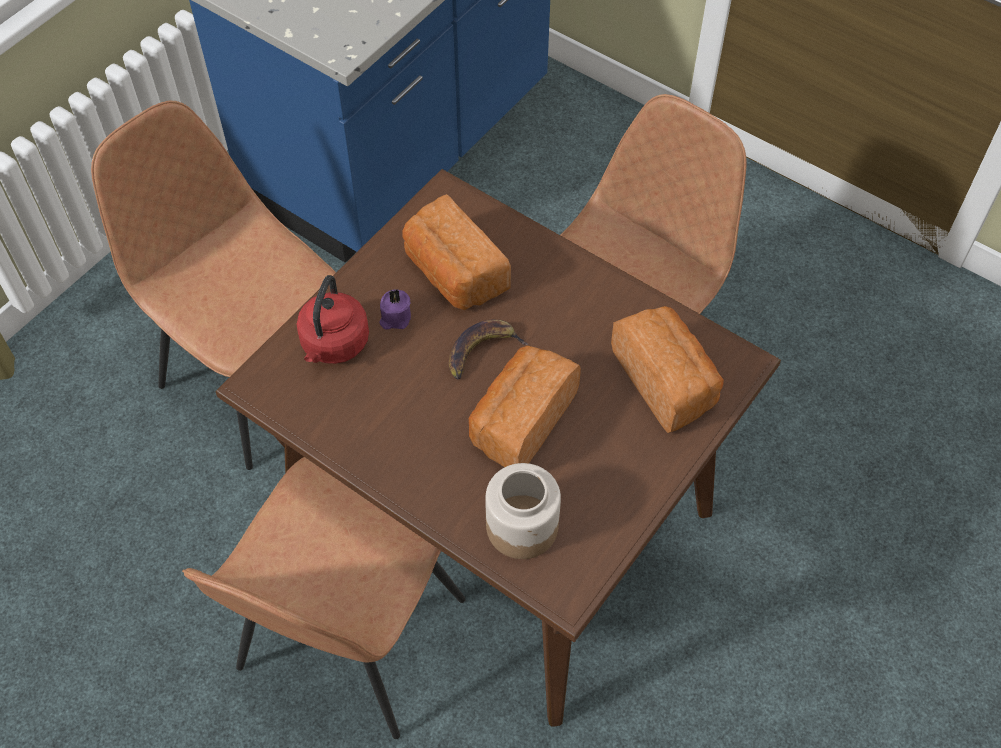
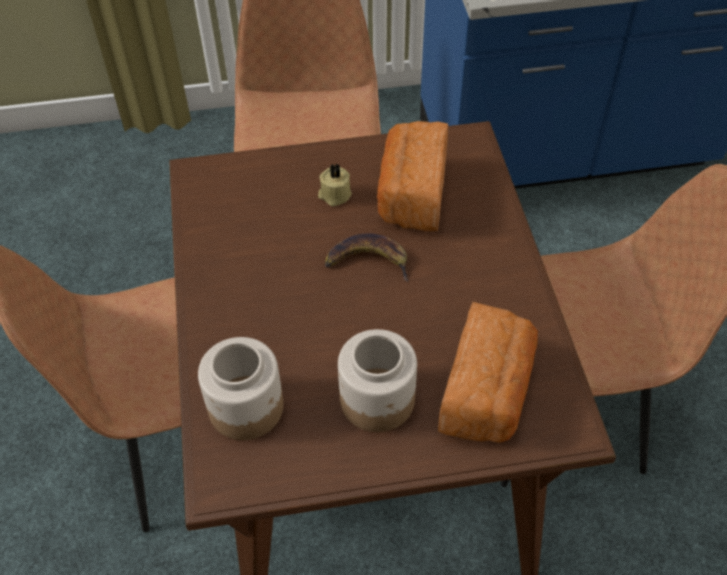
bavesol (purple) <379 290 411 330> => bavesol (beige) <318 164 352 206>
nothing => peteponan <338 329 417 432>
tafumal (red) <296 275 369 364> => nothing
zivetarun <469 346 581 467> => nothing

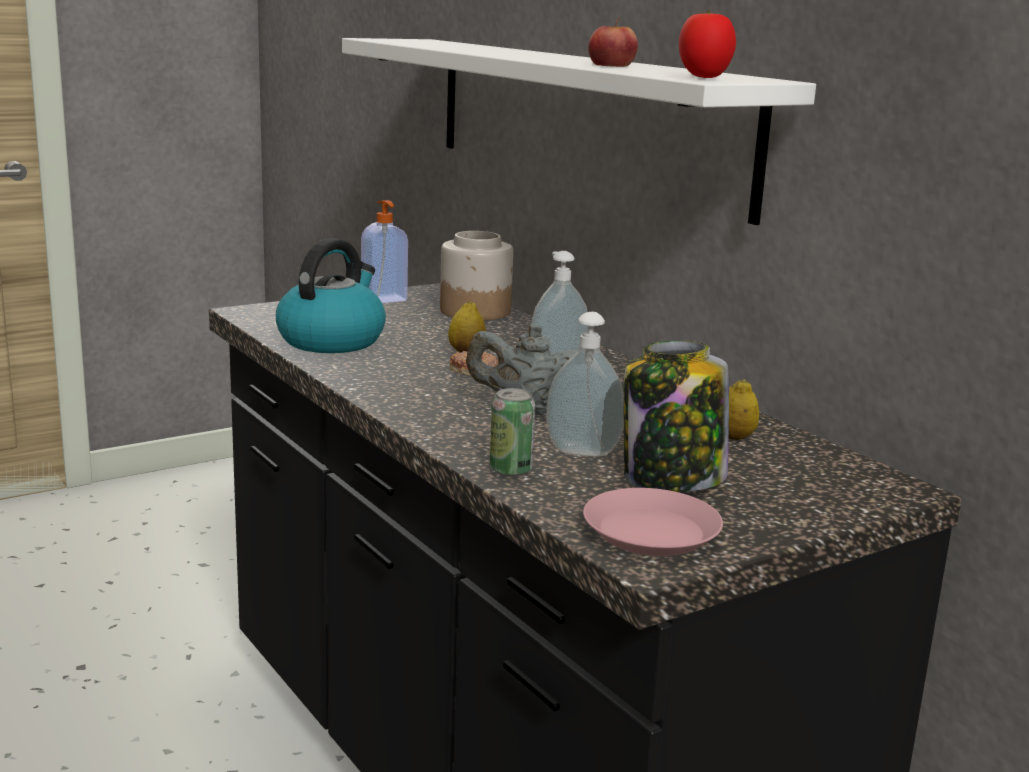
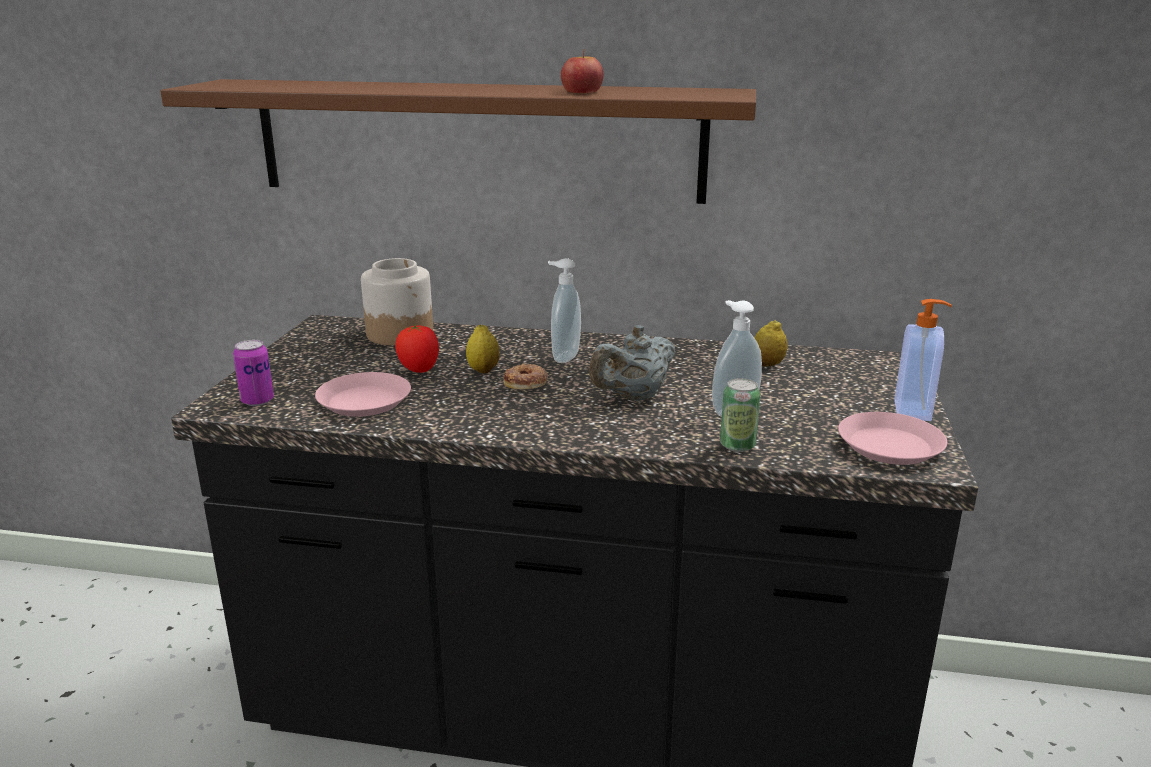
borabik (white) <342 38 816 225> => borabik (brown) <160 79 756 204>
nothing => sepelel <233 340 274 406>
tafumal <276 238 386 353> => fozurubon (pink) <315 372 411 417>
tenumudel <679 10 736 78> => tenumudel <395 324 439 373>, moved
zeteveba <361 200 408 303> => zeteveba <894 299 952 421>, moved
peteponan <624 341 729 492> => nothing

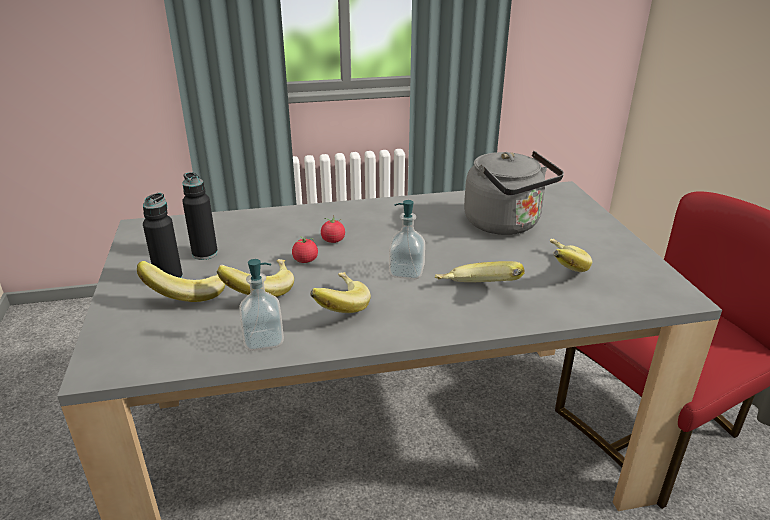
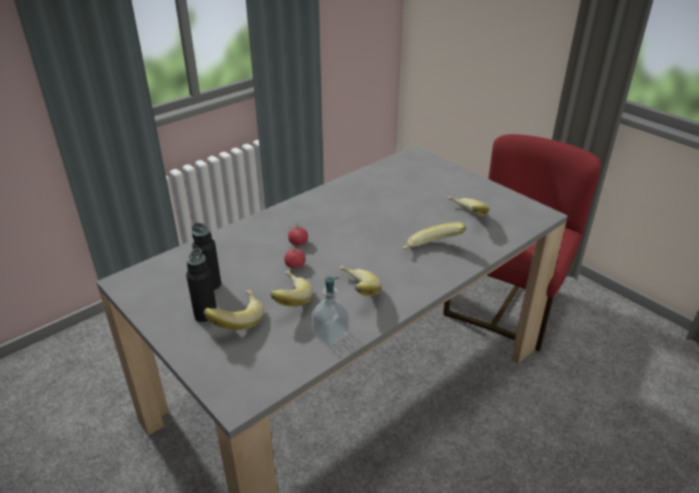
zeteveba <389 200 425 279> => nothing
tafumal (grey) <464 151 564 235> => nothing

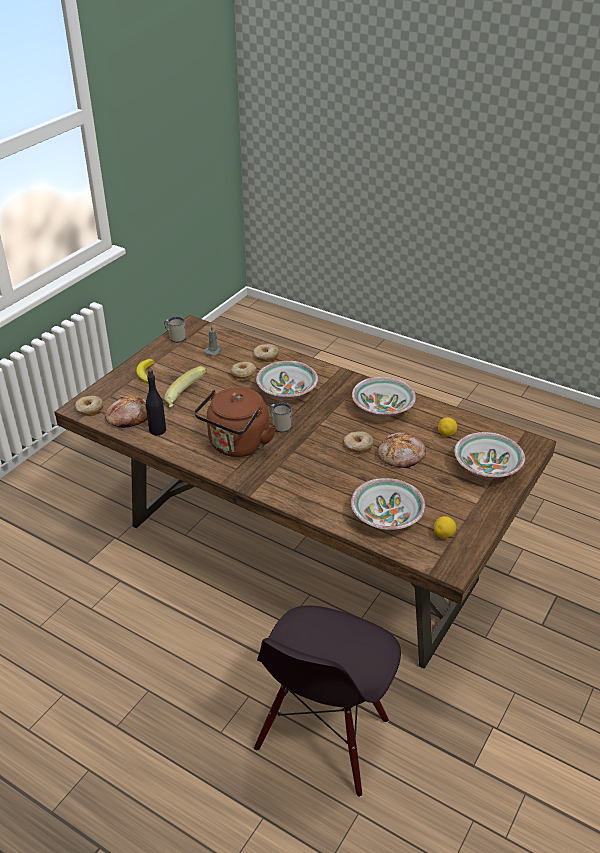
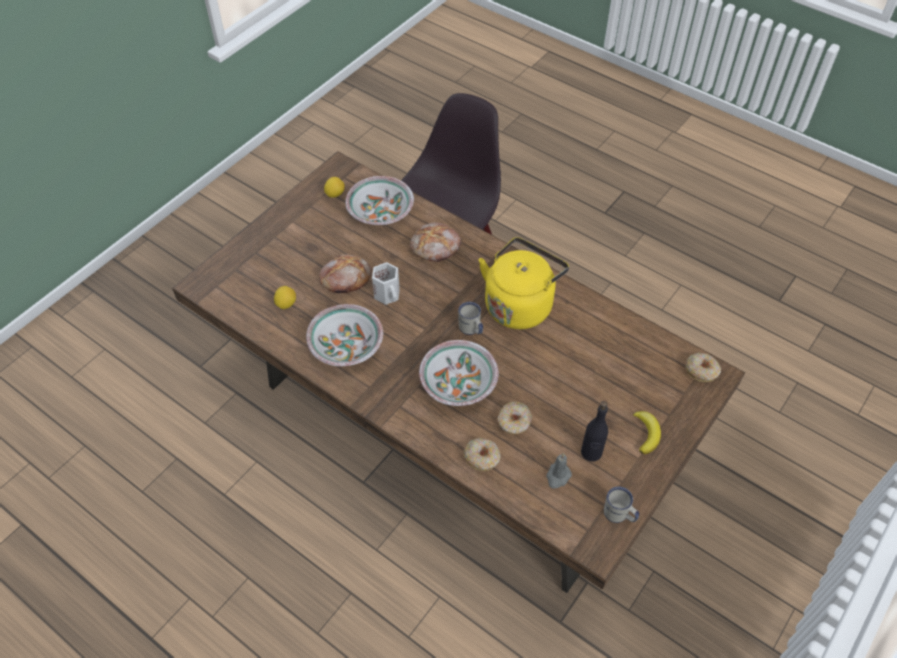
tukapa <344 431 374 454> => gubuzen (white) <372 262 400 305>
zivetarun <105 395 148 428> => zivetarun <410 222 461 262>, moved
tafumal (brown) <194 387 276 457> => tafumal (yellow) <479 237 569 329>
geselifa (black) <146 369 166 435> => geselifa (black) <581 401 608 462>, moved
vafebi <164 366 207 408> => nothing
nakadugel <454 432 525 479> => nothing

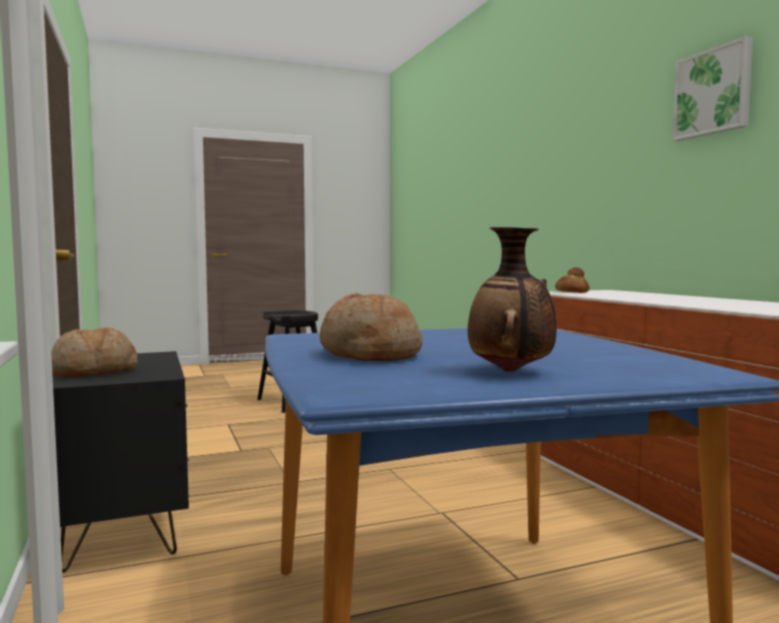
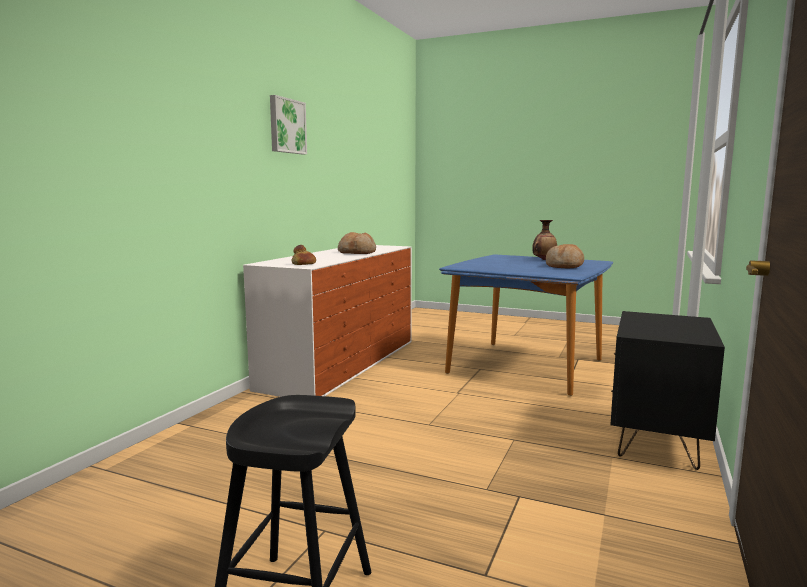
zivetarun <51 327 138 378> => zivetarun <338 232 376 254>, moved

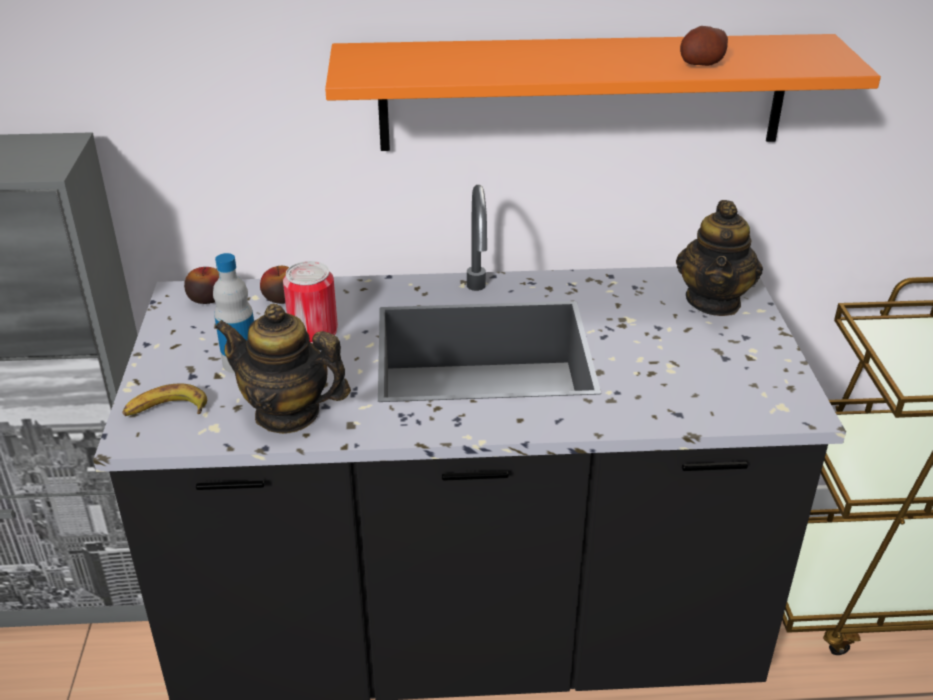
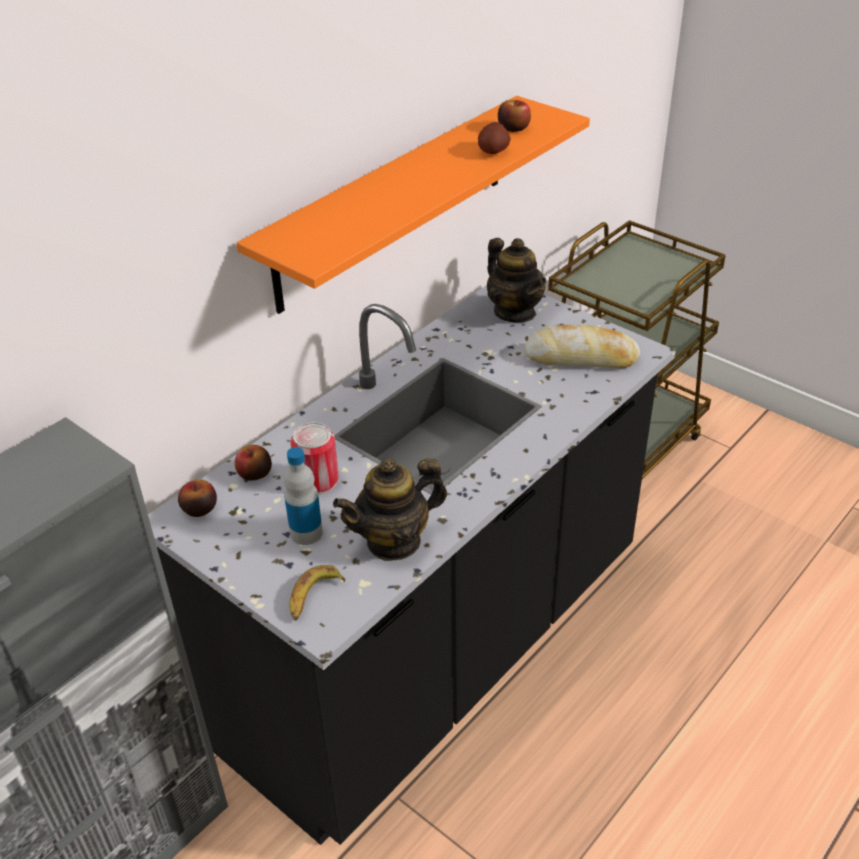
nothing => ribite <498 100 531 132>
nothing => zivetarun <525 325 640 368>

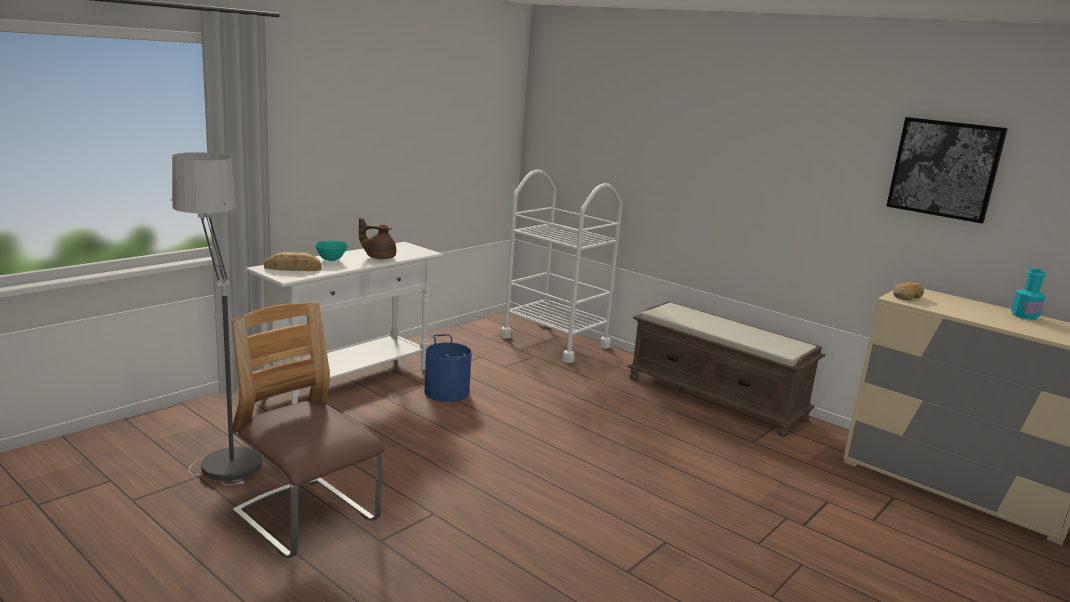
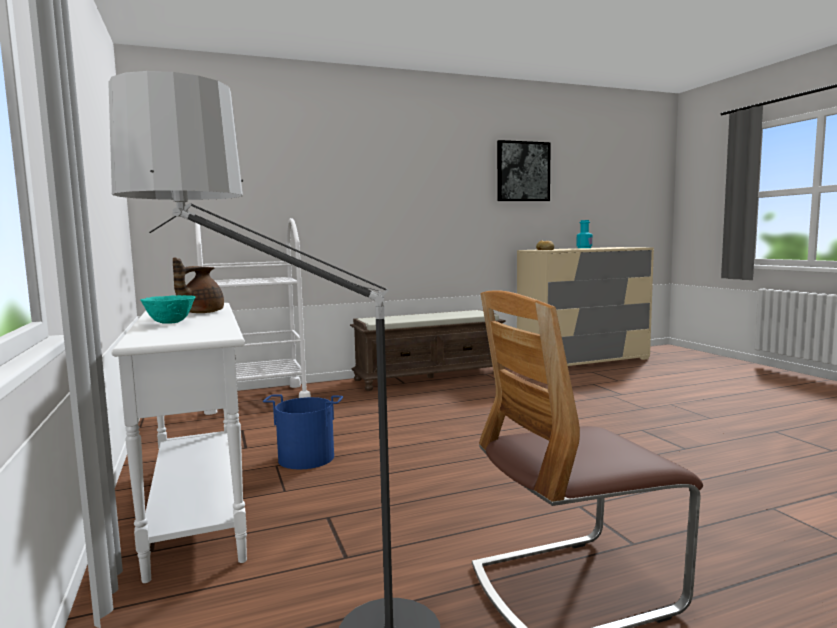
zivetarun <264 252 322 271> => nothing

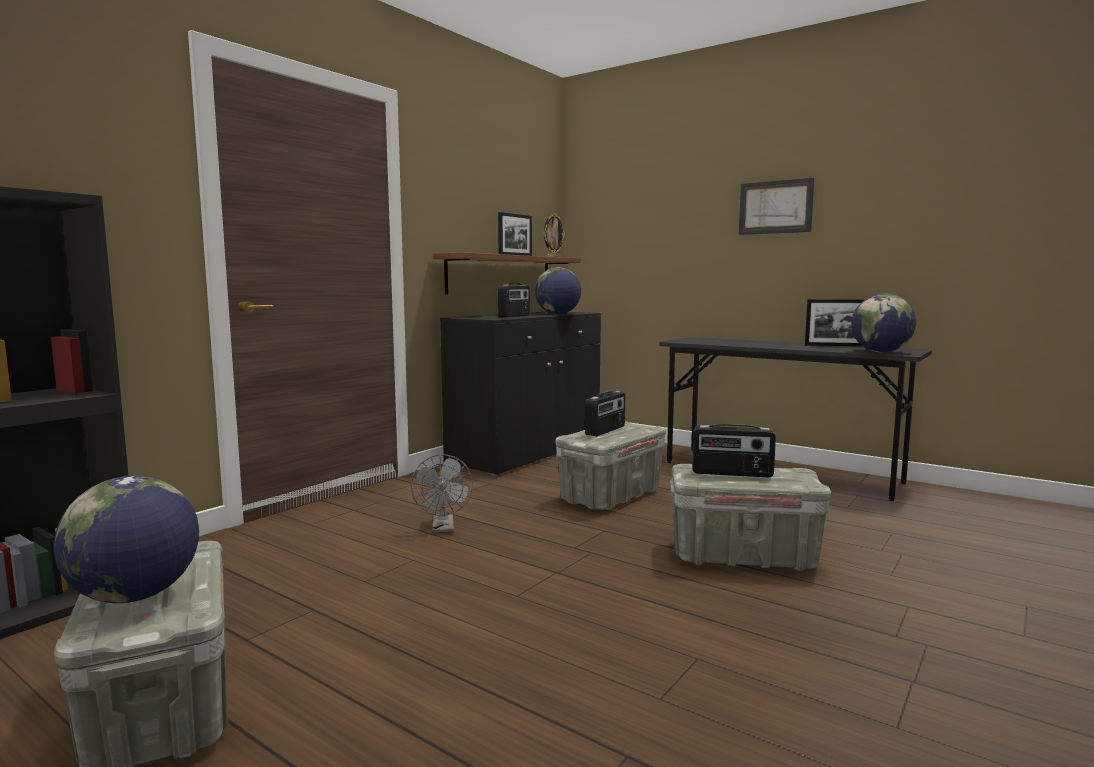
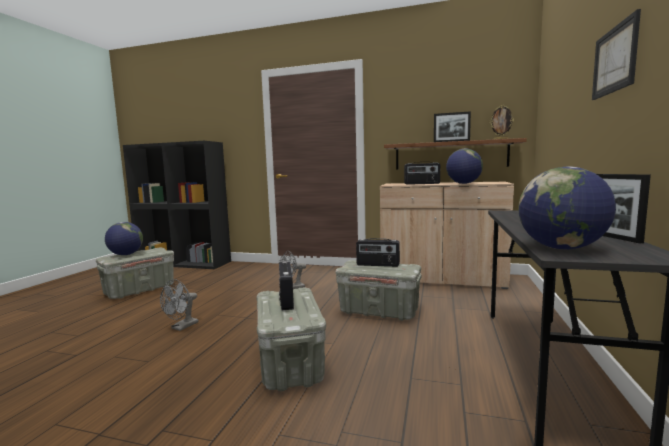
nothing => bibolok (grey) <160 279 198 331>
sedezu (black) <440 311 601 477> => sedezu (beige) <380 182 514 289>

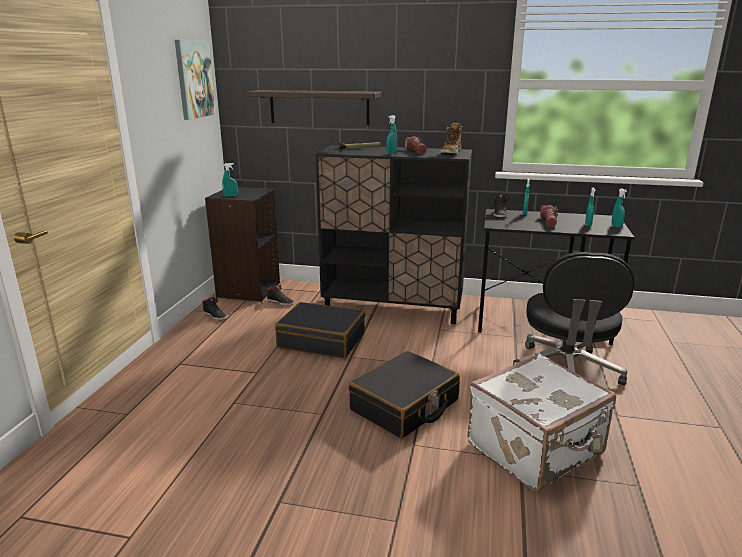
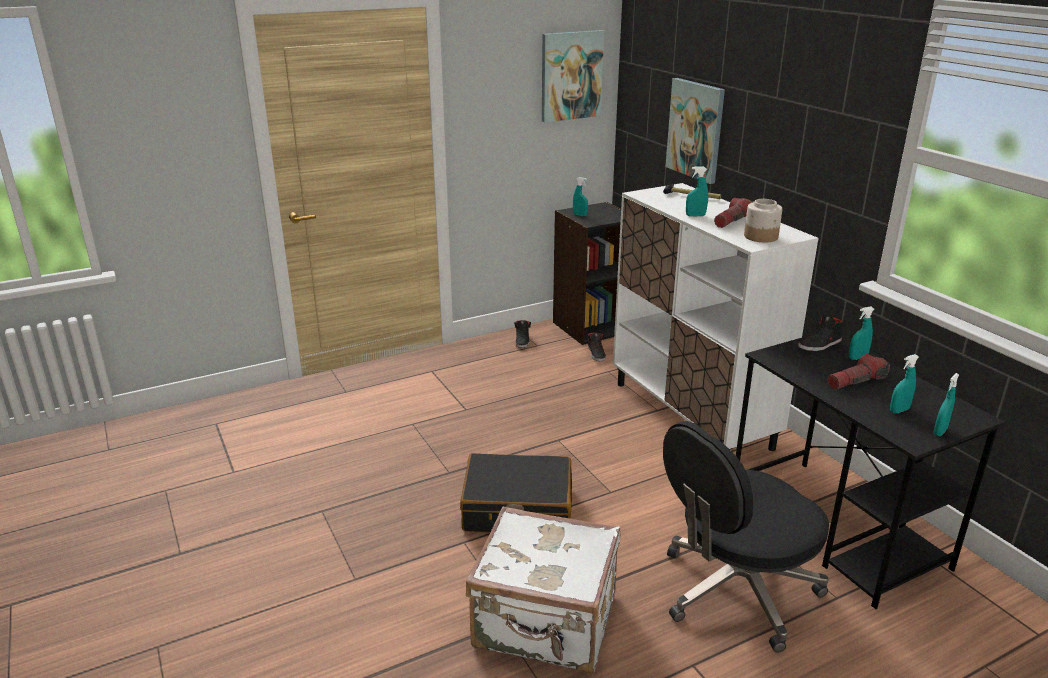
sedezu (black) <315 145 472 324> => sedezu (white) <613 183 819 451>
borabik <246 90 382 126> => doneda <666 78 725 184>
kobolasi <440 123 462 155> => peteponan <744 199 782 242>
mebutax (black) <275 302 365 358> => nothing

